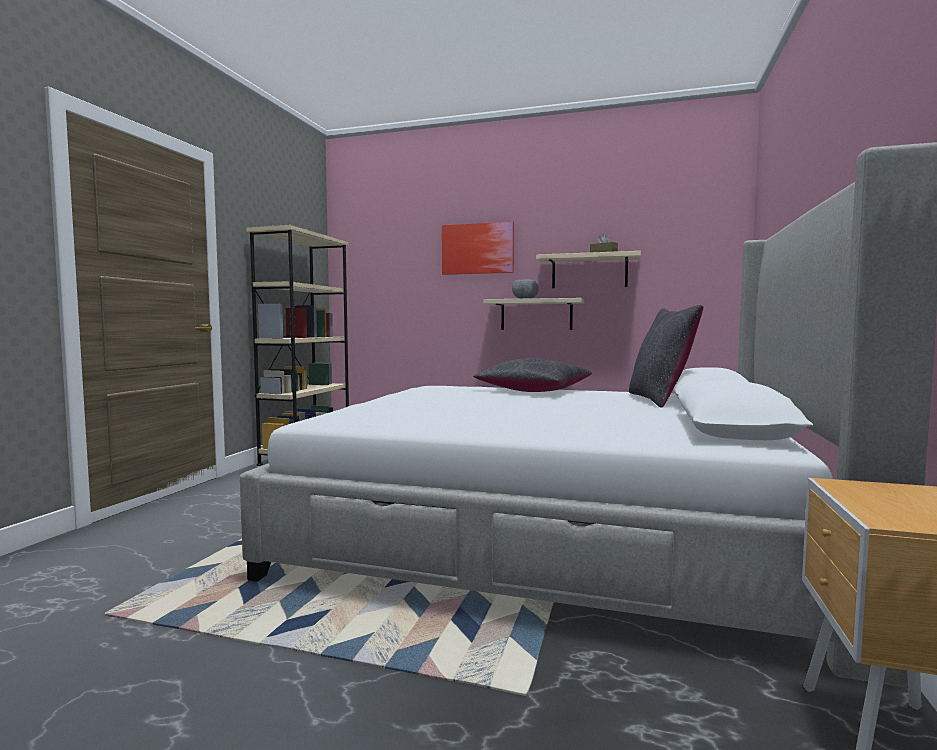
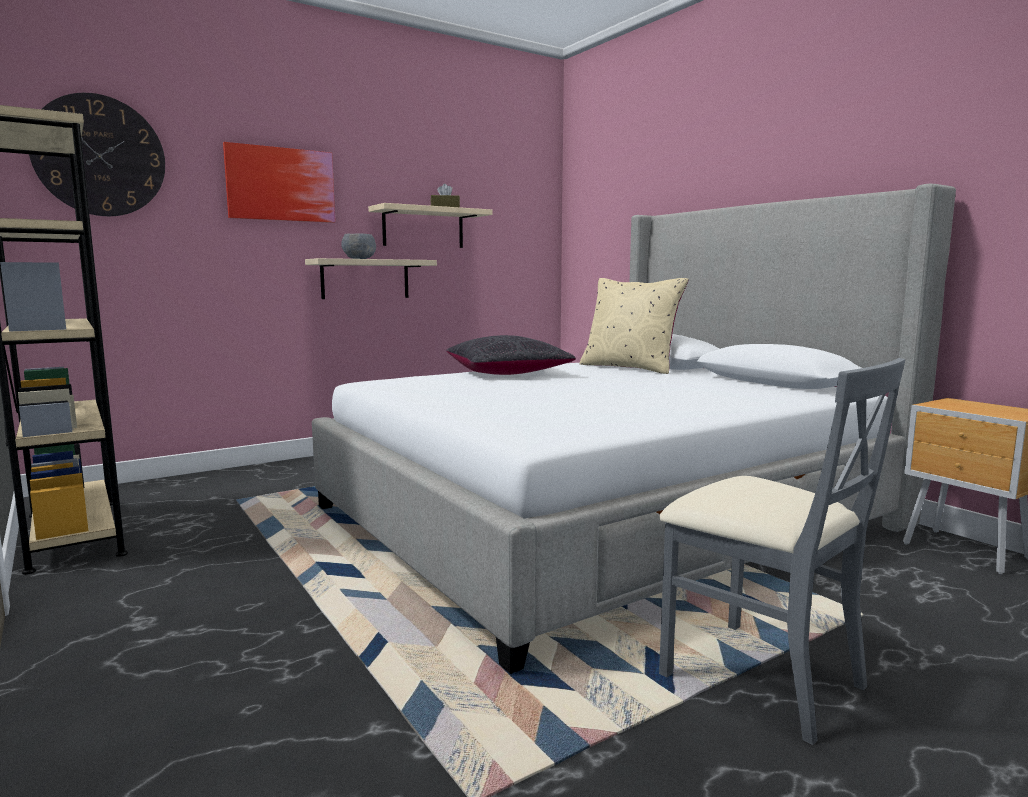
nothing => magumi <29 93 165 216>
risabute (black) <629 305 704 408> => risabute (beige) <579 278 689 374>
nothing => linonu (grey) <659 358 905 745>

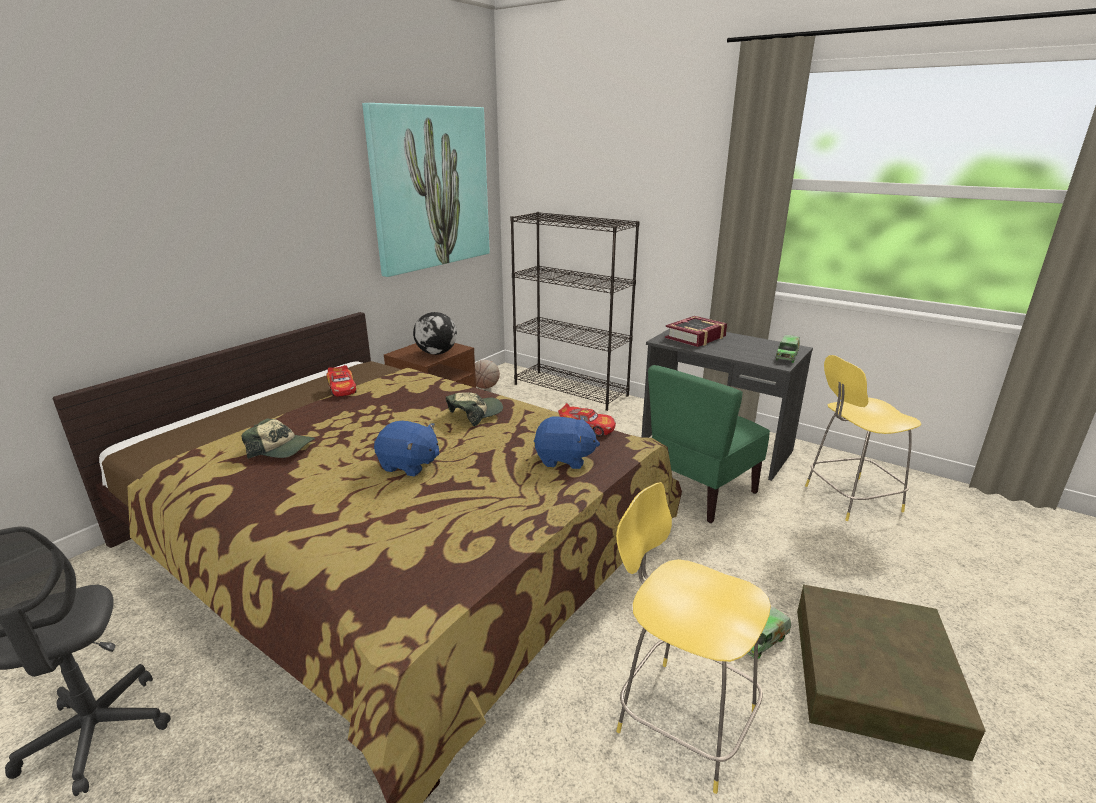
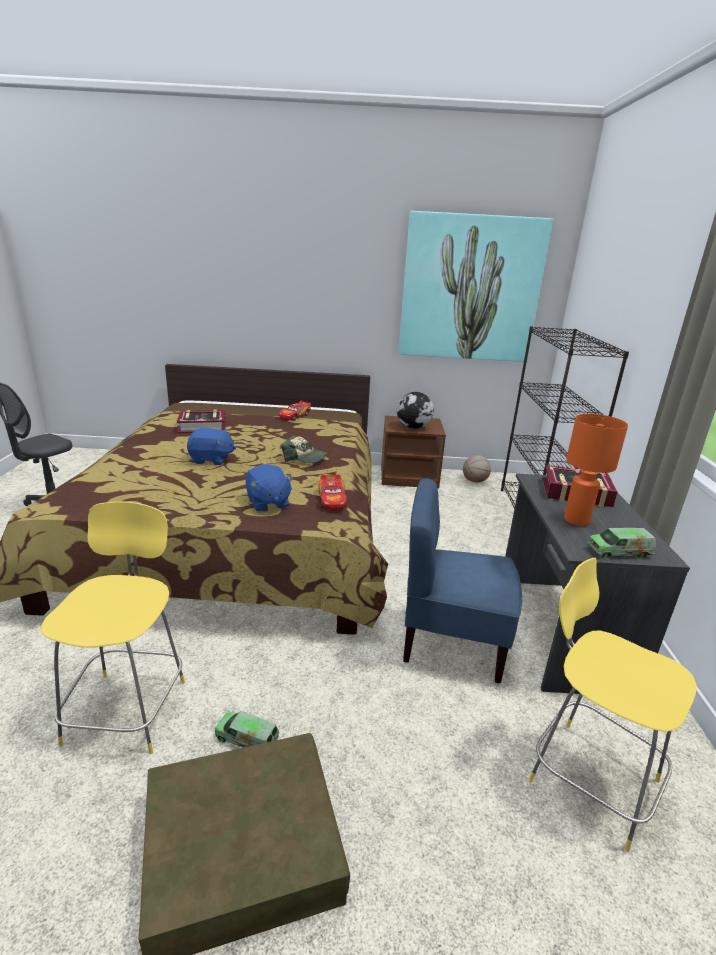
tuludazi <241 418 315 459> => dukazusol <177 410 226 433>
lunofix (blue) <374 421 439 477> => lunofix (blue) <187 428 236 465>, 75 degrees counterclockwise
linonu (green) <648 365 770 523> => linonu (blue) <403 478 522 683>
nothing => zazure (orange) <564 414 628 526>

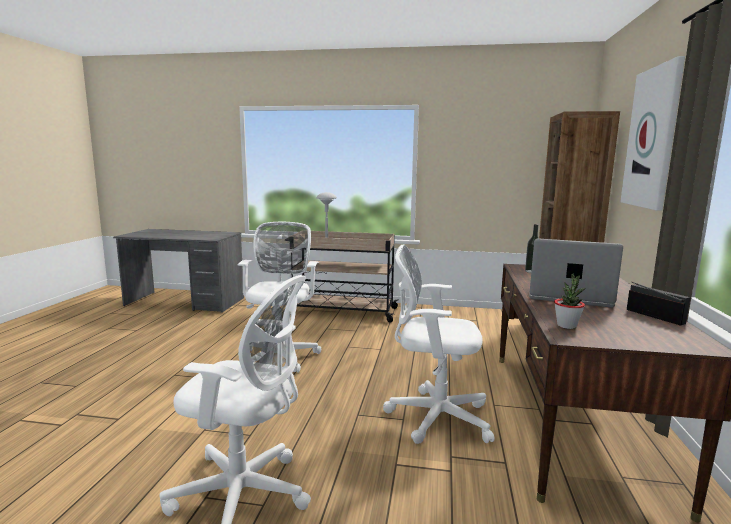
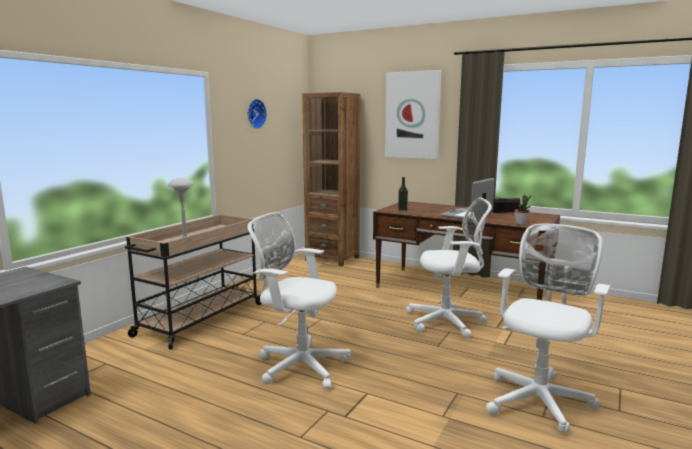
nothing => magumi <248 99 267 129>
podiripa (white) <383 244 495 444> => podiripa (white) <406 198 492 338>, 120 degrees counterclockwise

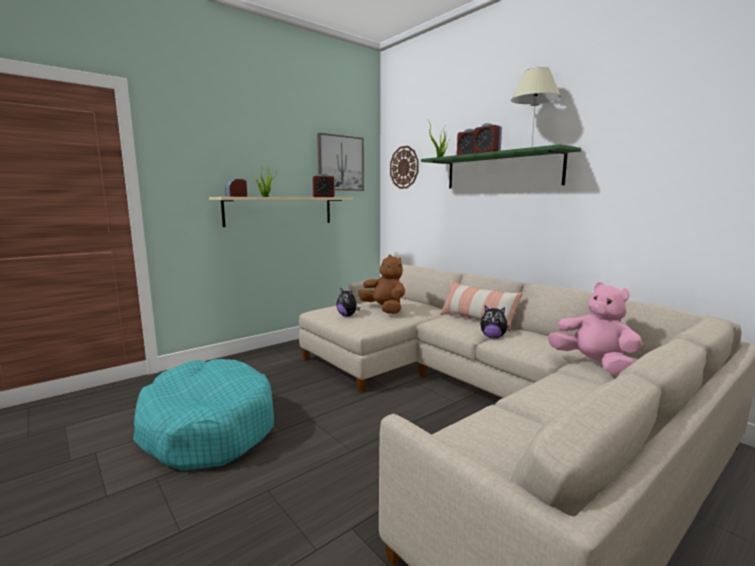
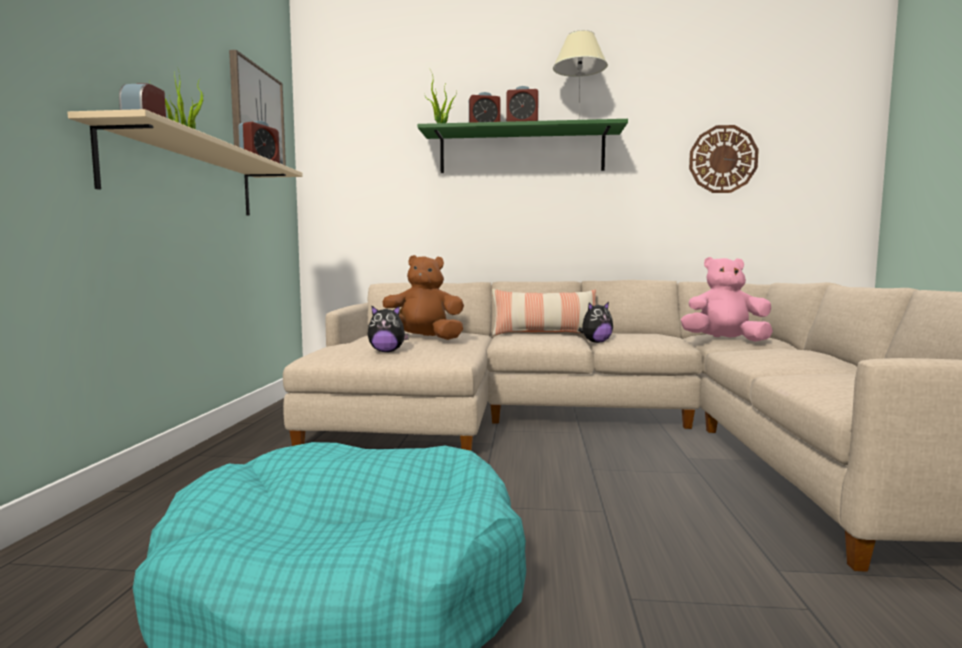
magumi <390 146 419 189> => magumi <689 125 759 193>, moved

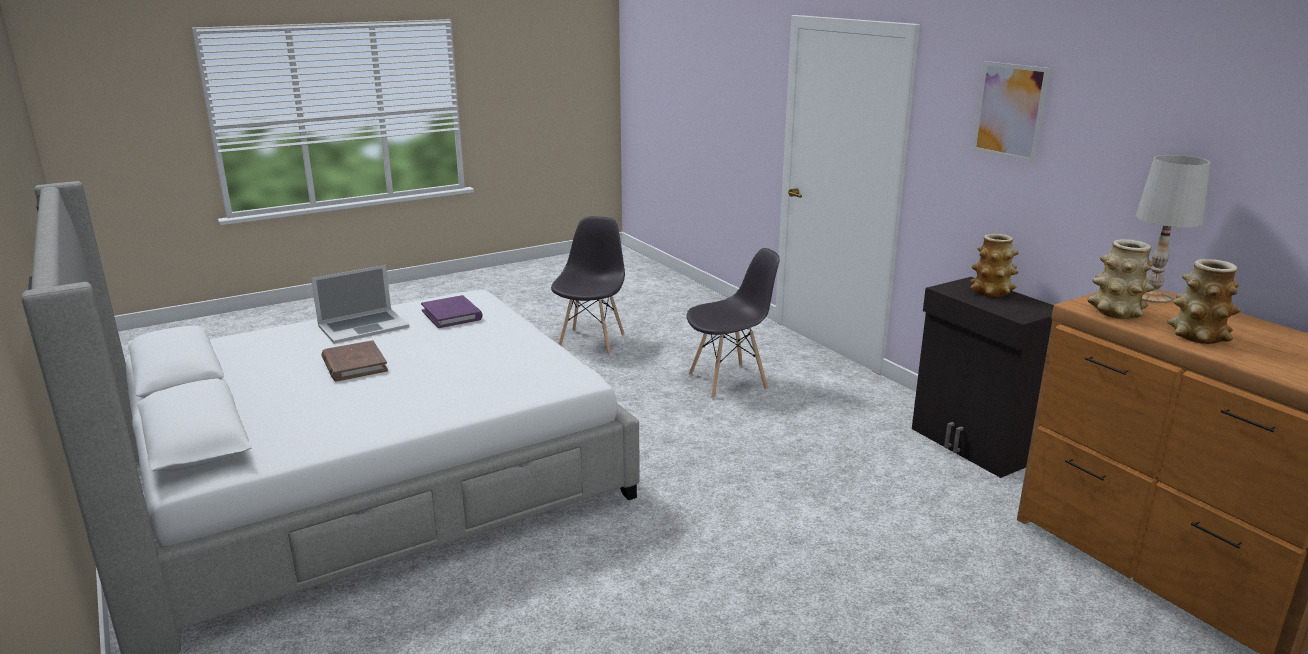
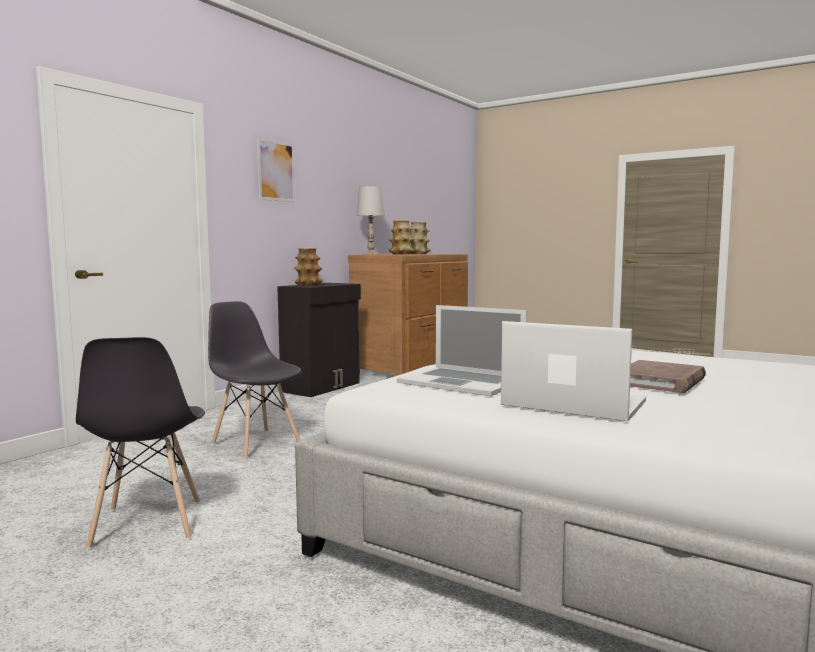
linonu (grey) <551 216 625 356> => linonu (grey) <76 337 205 549>, 90 degrees counterclockwise
dukazusol (purple) <421 295 483 328> => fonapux <397 305 527 396>

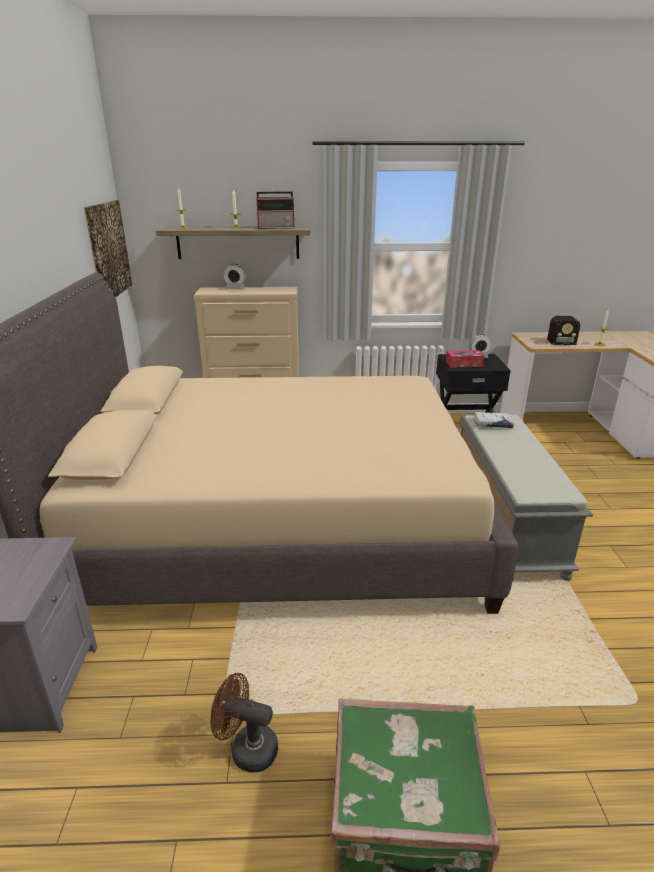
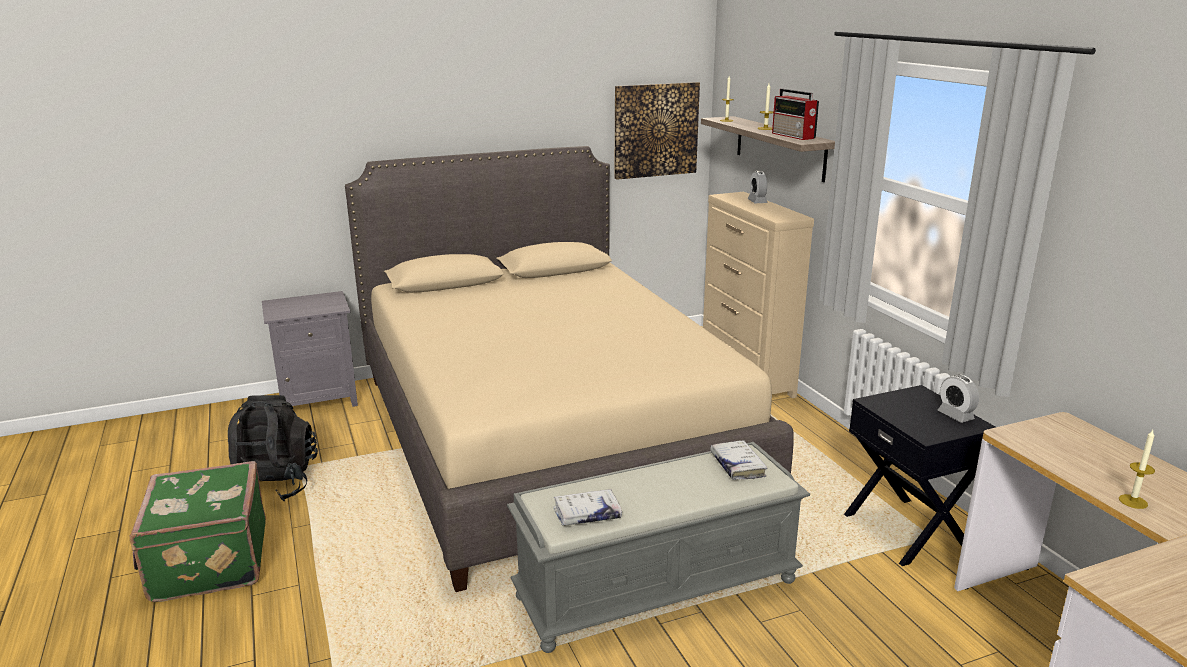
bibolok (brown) <210 673 278 772> => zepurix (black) <227 395 318 501>
nothing => dukazusol (white) <553 489 622 526>
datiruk <446 350 485 368> => nothing
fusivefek <532 316 580 345> => nothing

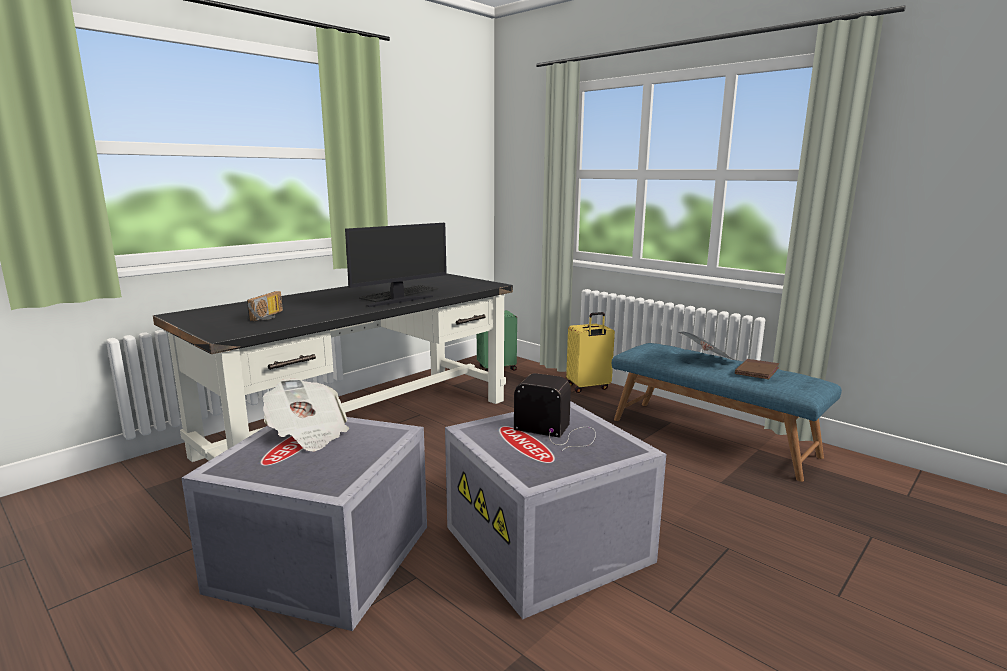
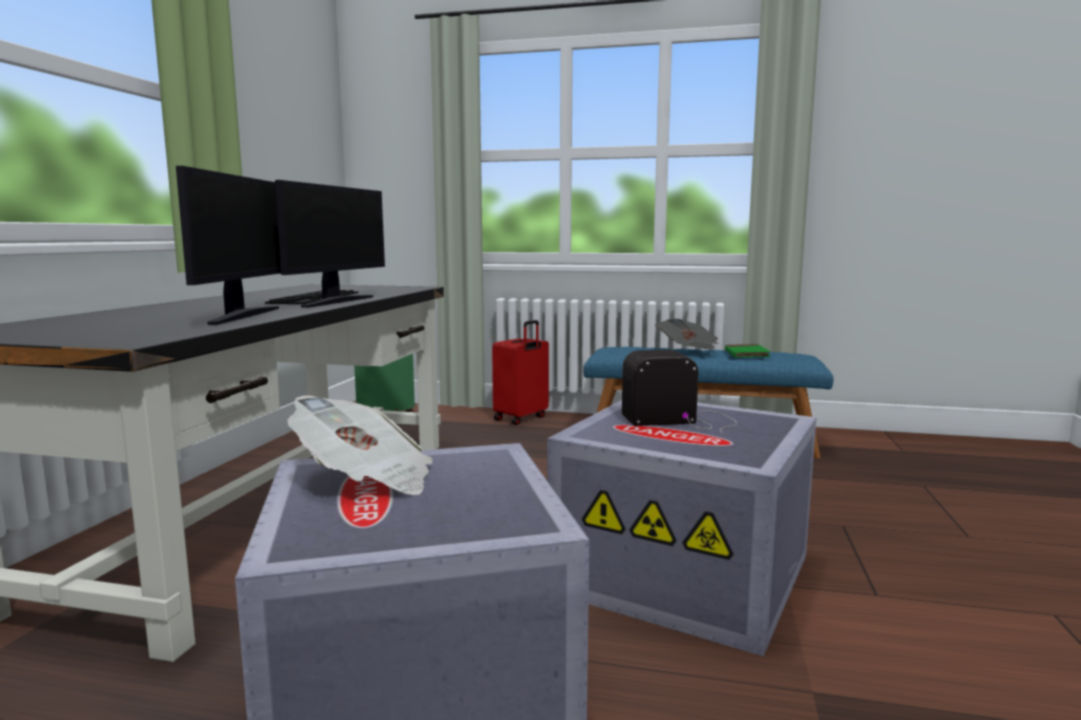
nothing => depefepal <176 166 281 325>
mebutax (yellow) <566 312 615 393> => mebutax (red) <492 320 549 425>
dukazusol (brown) <735 359 779 379> => dukazusol (green) <725 344 771 357>
fusivefek <247 291 283 321> => nothing

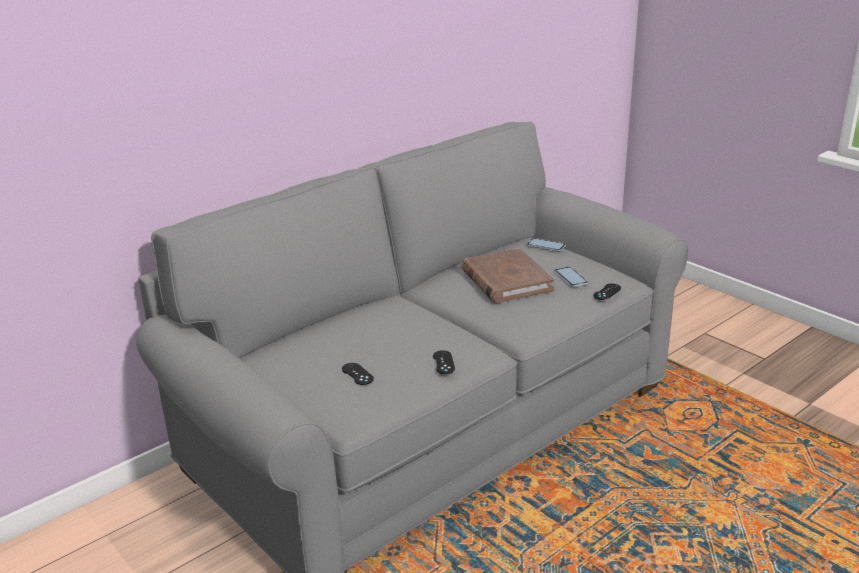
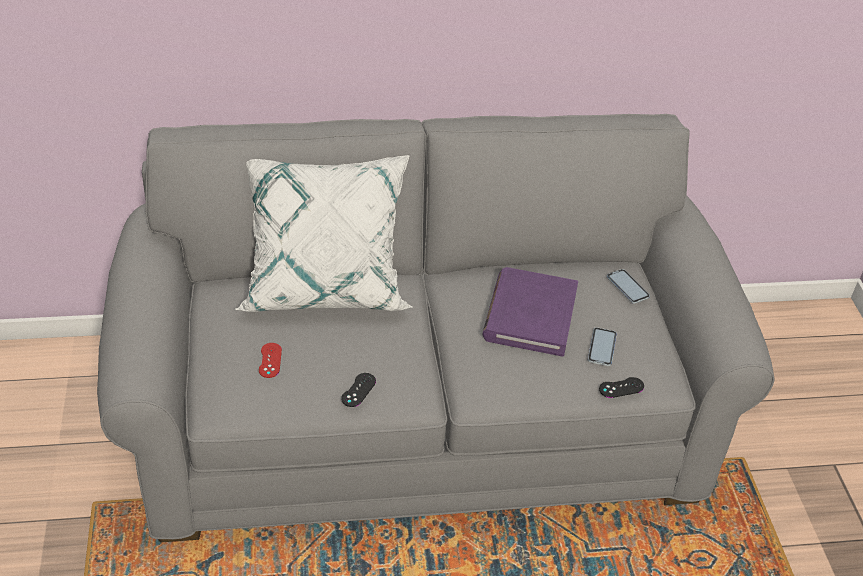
nothing => risabute (white) <235 155 413 312>
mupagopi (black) <342 363 374 385> => mupagopi (red) <259 343 282 378>
dukazusol (brown) <462 248 555 303> => dukazusol (purple) <482 267 578 357>

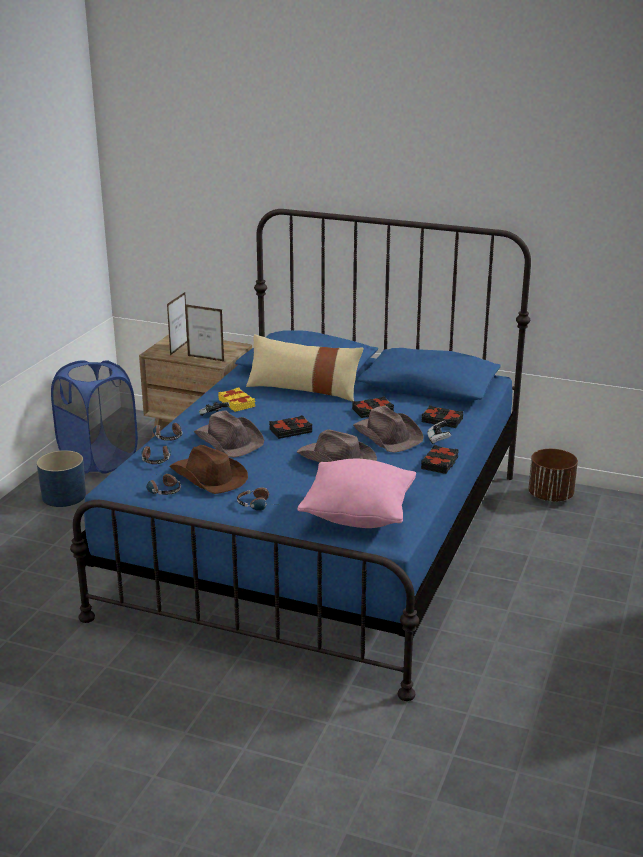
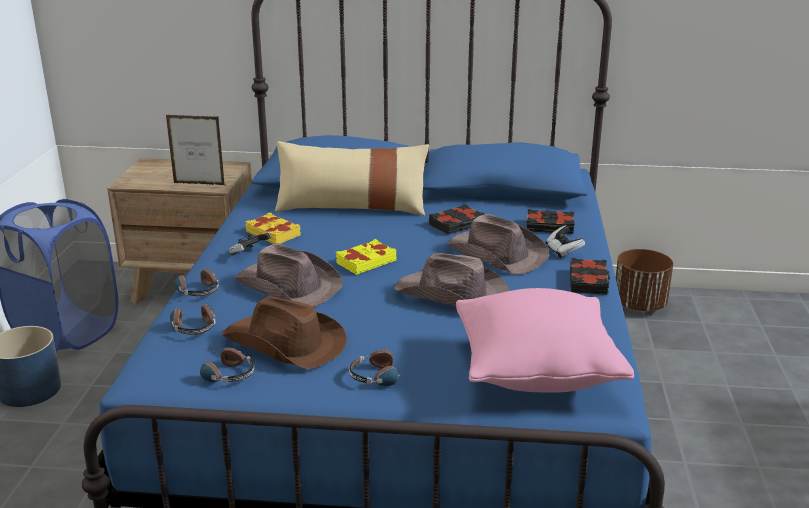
dukazusol (black) <269 415 312 439> => dukazusol (yellow) <336 239 396 275>
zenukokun <167 292 187 355> => nothing

